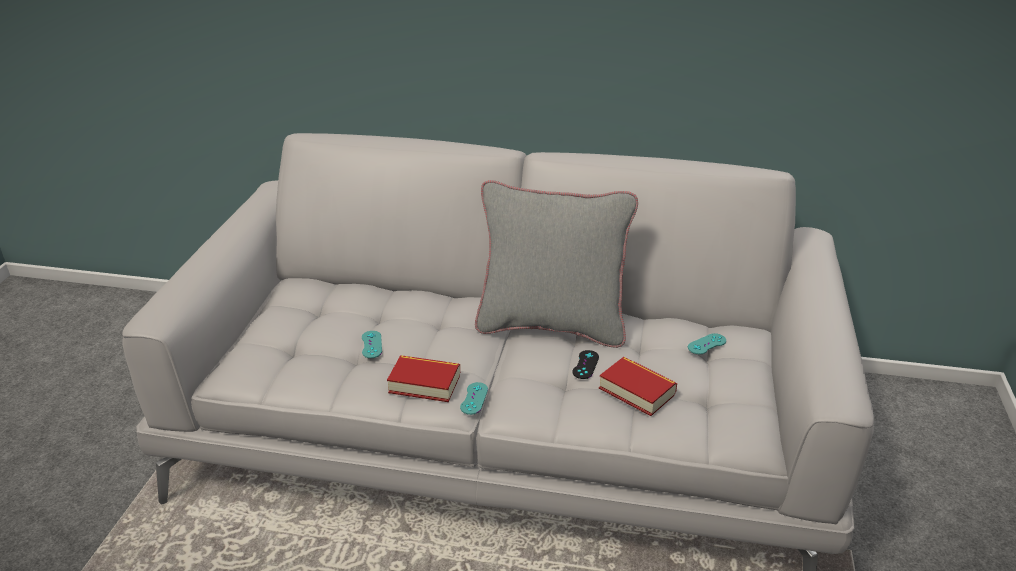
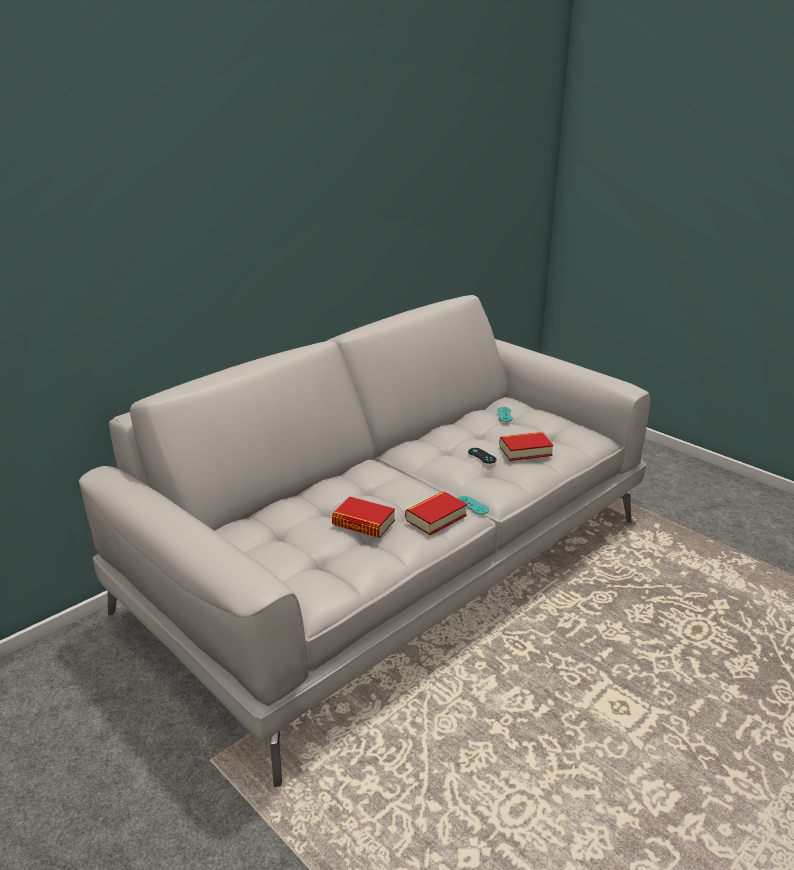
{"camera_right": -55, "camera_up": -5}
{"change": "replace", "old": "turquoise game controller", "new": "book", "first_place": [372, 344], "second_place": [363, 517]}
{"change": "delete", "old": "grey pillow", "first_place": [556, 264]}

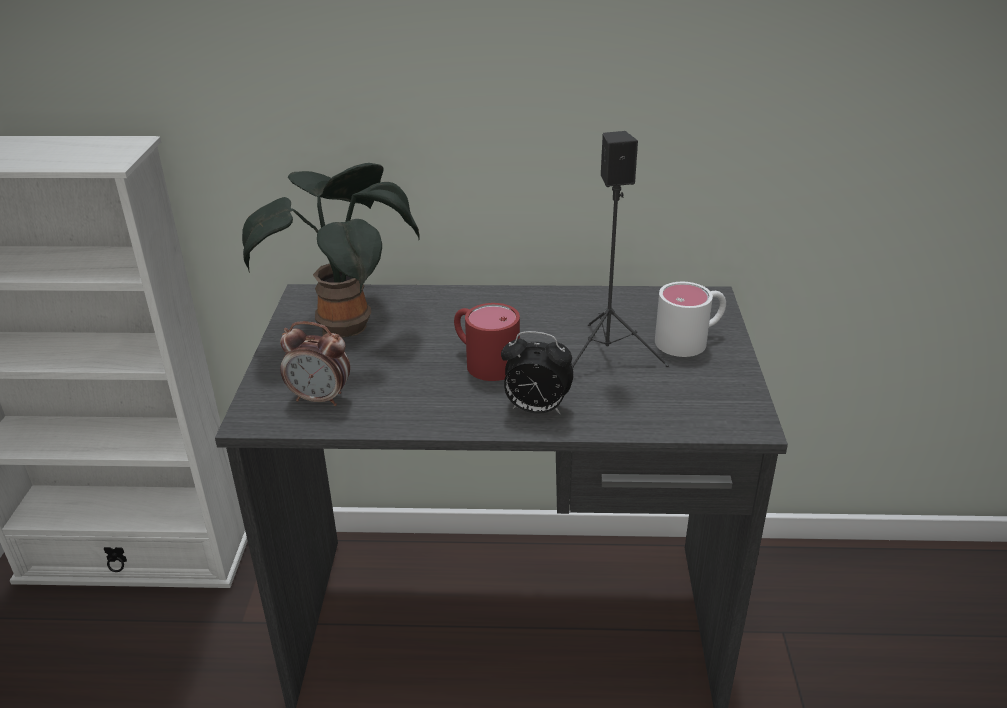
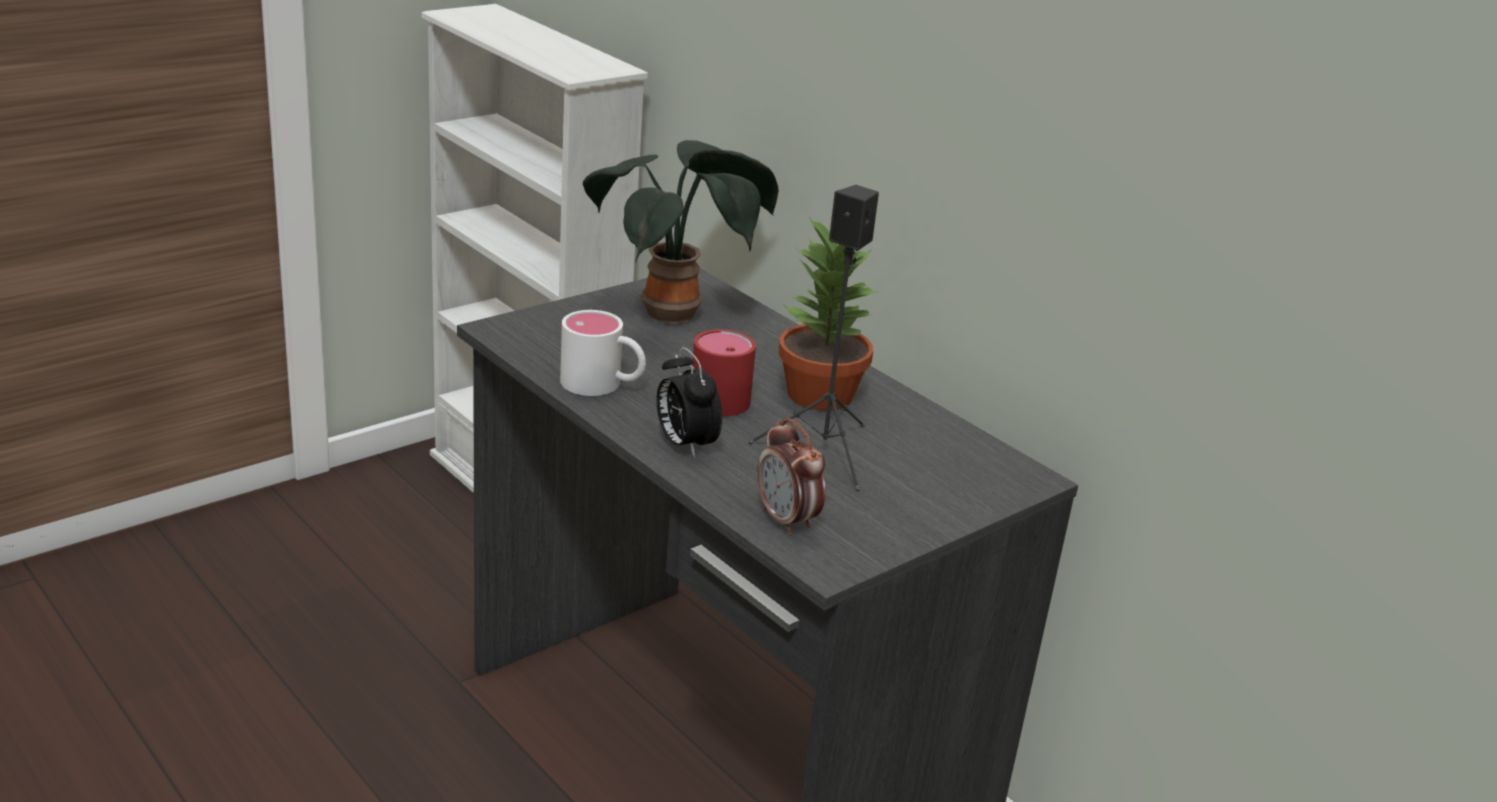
{"camera_right": 45, "camera_up": -5}
{"change": "move", "old": "alarm clock", "first_place": [315, 363], "second_place": [791, 476]}
{"change": "move", "old": "white mug", "first_place": [690, 319], "second_place": [603, 353]}
{"change": "insert", "new": "potted plant", "second_place": [828, 314]}

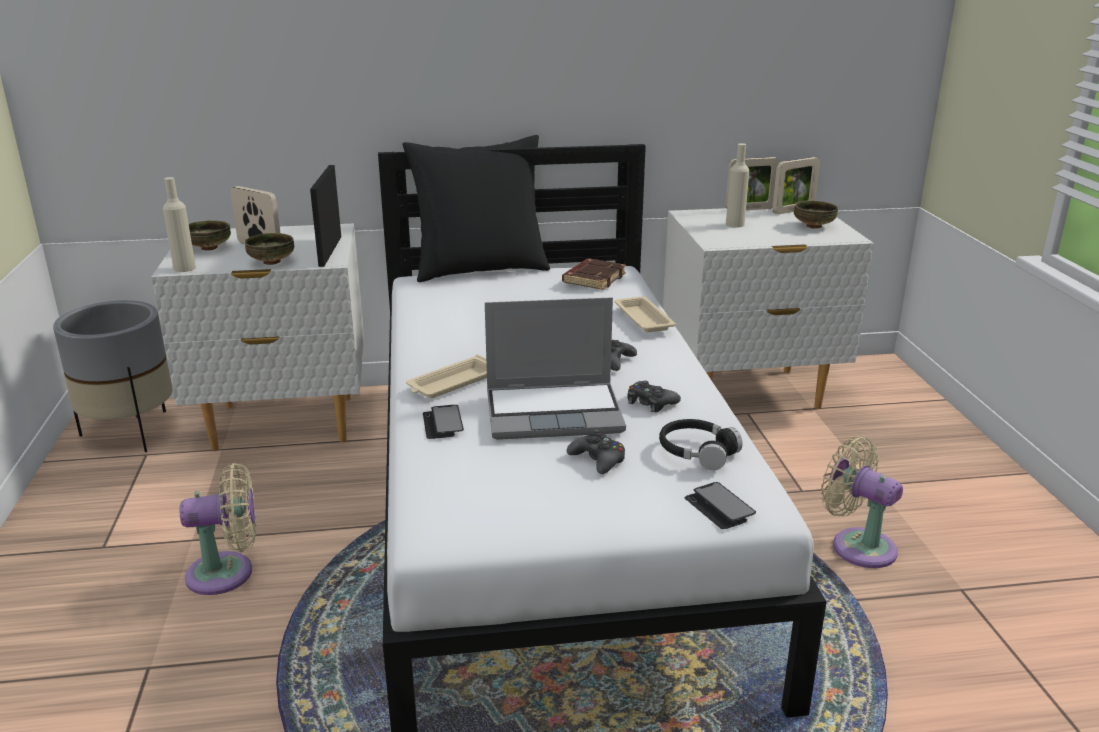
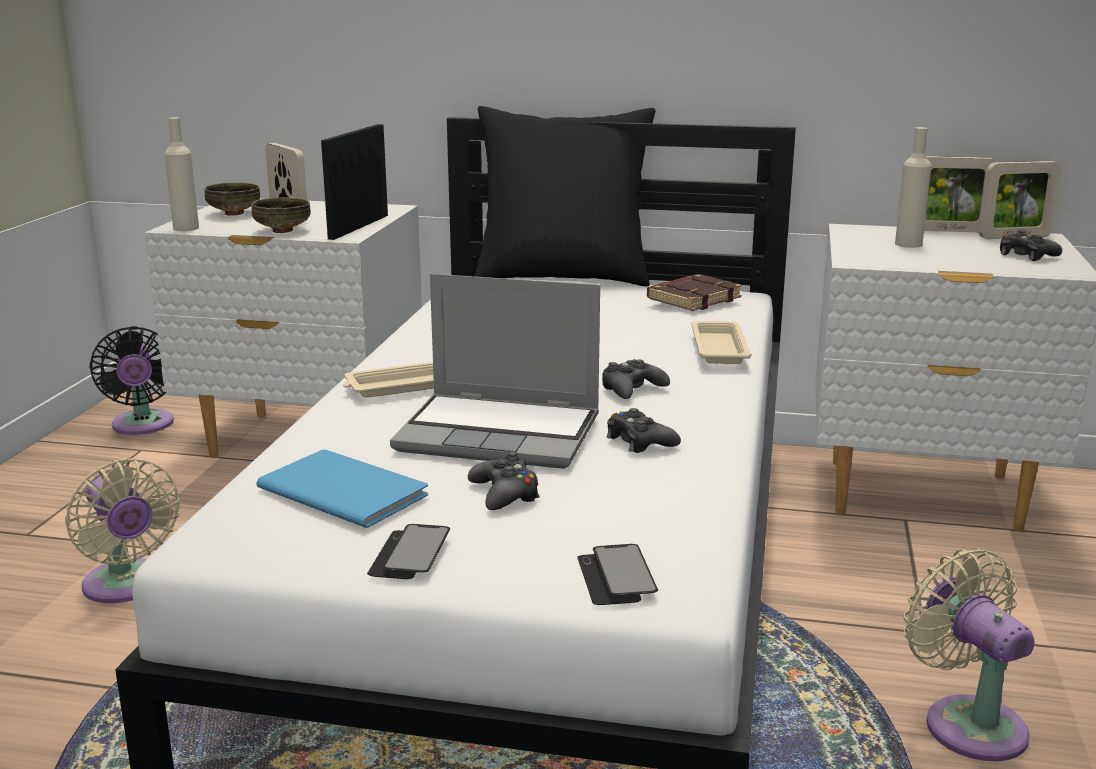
{"camera_right": 20, "camera_up": -5}
{"change": "replace", "old": "grey planter", "new": "black fan", "first_place": [113, 376], "second_place": [132, 380]}
{"change": "rotate", "old": "beige fan", "first_place": [218, 529], "second_place": [122, 530], "degrees": 45}
{"change": "move", "old": "phone", "first_place": [443, 422], "second_place": [408, 551]}
{"change": "delete", "old": "black headphones", "first_place": [701, 444]}
{"change": "replace", "old": "bowl", "new": "black game controller", "first_place": [816, 214], "second_place": [1031, 245]}
{"change": "insert", "new": "blue book", "second_place": [342, 488]}

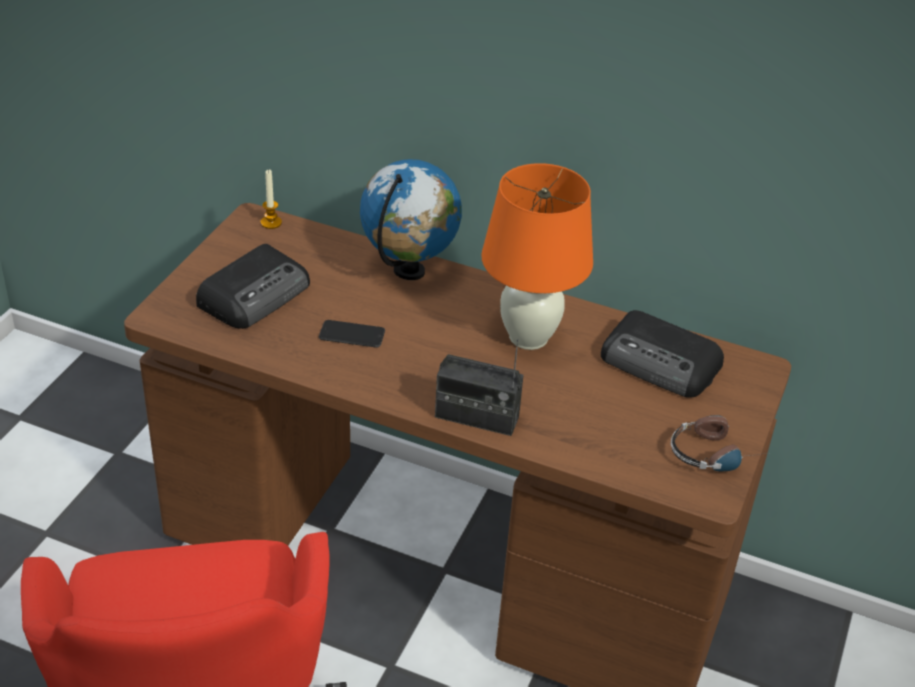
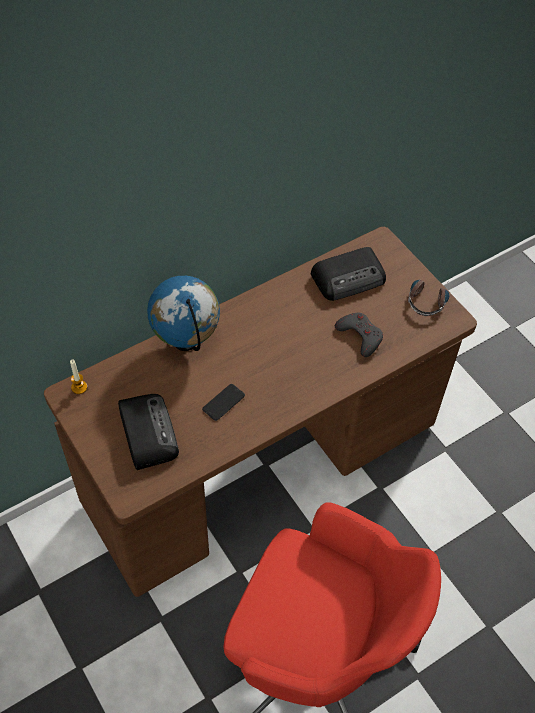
{"camera_right": -55, "camera_up": 15}
{"change": "delete", "old": "radio", "first_place": [479, 387]}
{"change": "delete", "old": "orange table lamp", "first_place": [537, 256]}
{"change": "insert", "new": "grey game controller", "second_place": [359, 334]}

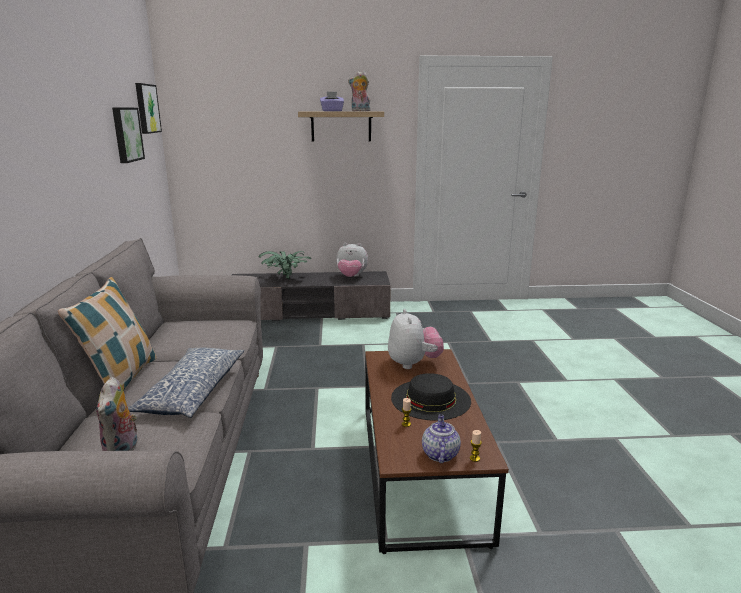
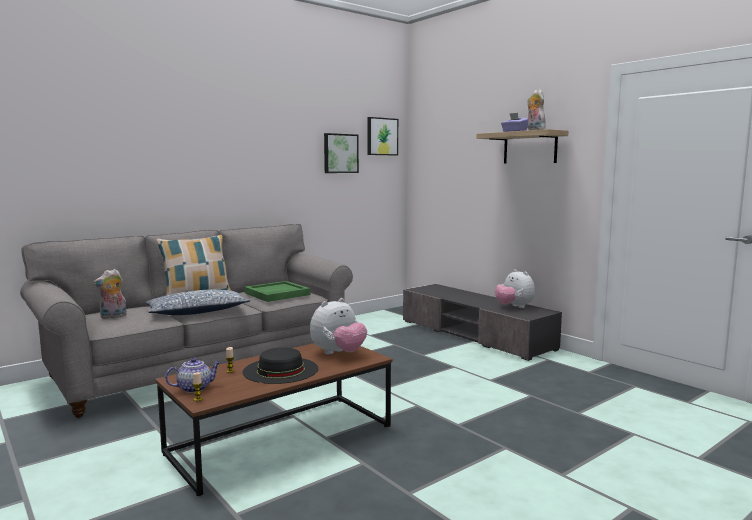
{"camera_right": 55, "camera_up": -10}
{"change": "delete", "old": "potted plant", "first_place": [284, 265]}
{"change": "insert", "new": "green tray", "second_place": [277, 291]}

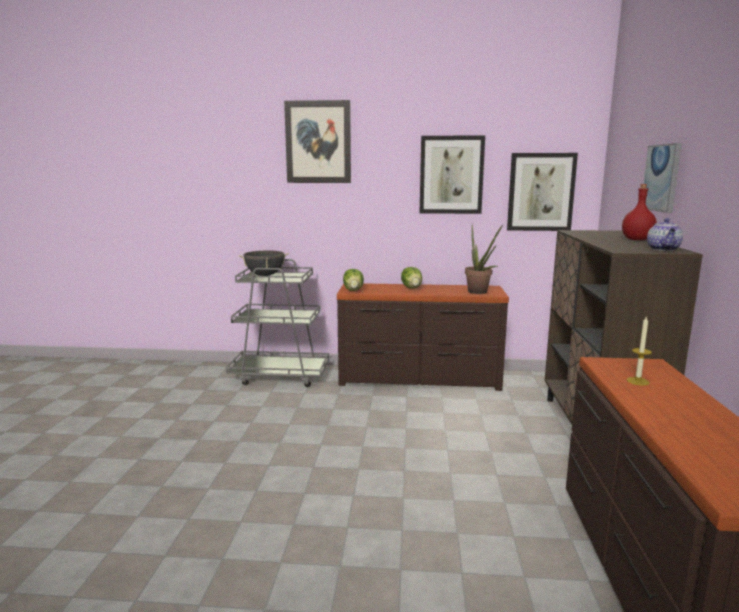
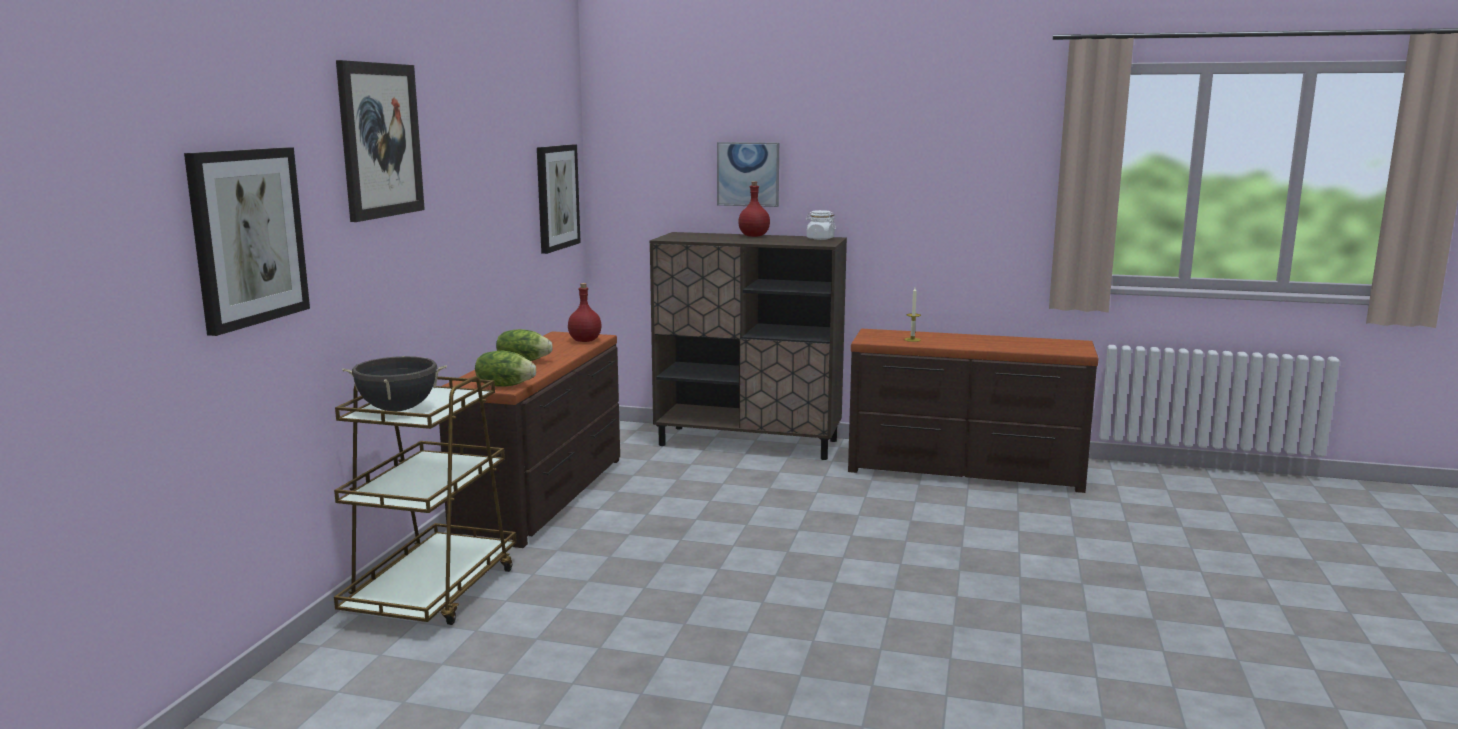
{"camera_right": -80, "camera_up": 0}
{"change": "recolor", "old": "grey cart", "new": "brown cart", "first_place": [277, 323], "second_place": [425, 500]}
{"change": "move", "old": "picture", "first_place": [452, 174], "second_place": [247, 241]}
{"change": "replace", "old": "potted plant", "new": "red bottle", "first_place": [484, 259], "second_place": [585, 312]}
{"change": "replace", "old": "teapot", "new": "white jar", "first_place": [665, 234], "second_place": [821, 225]}

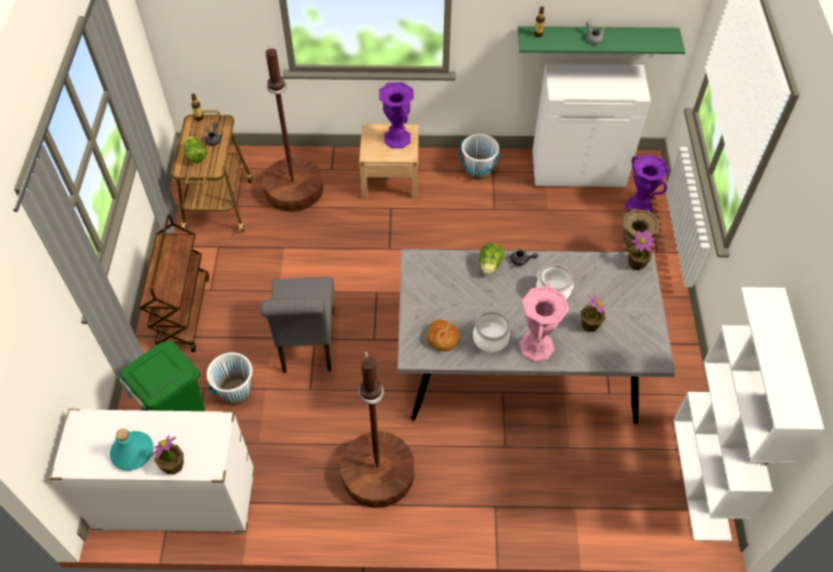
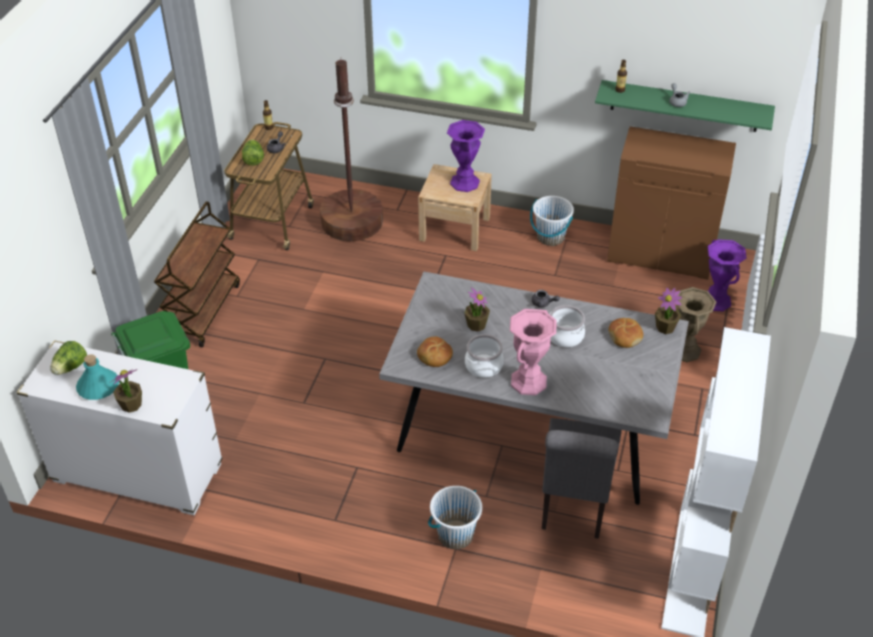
{"camera_right": 15, "camera_up": -10}
{"change": "move", "old": "white bucket", "first_place": [229, 378], "second_place": [455, 517]}
{"change": "move", "old": "grey chair", "first_place": [297, 325], "second_place": [582, 478]}
{"change": "delete", "old": "brown floor lamp", "first_place": [377, 429]}
{"change": "move", "old": "lettuce", "first_place": [492, 259], "second_place": [68, 358]}
{"change": "recolor", "old": "white cabinet", "new": "brown cabinet", "first_place": [591, 125], "second_place": [671, 203]}
{"change": "move", "old": "potted plant", "first_place": [593, 313], "second_place": [477, 309]}
{"change": "insert", "new": "bread", "second_place": [626, 333]}

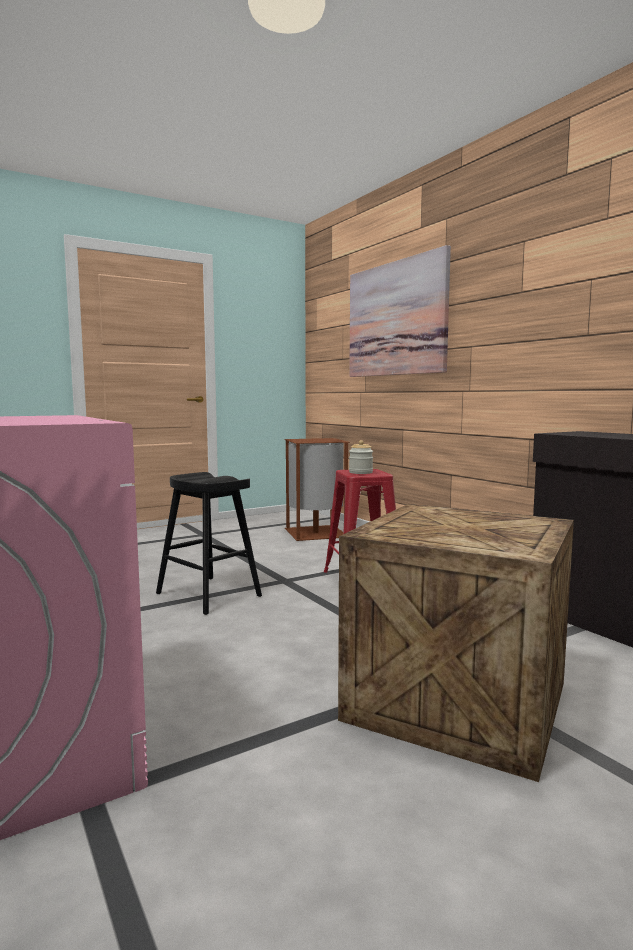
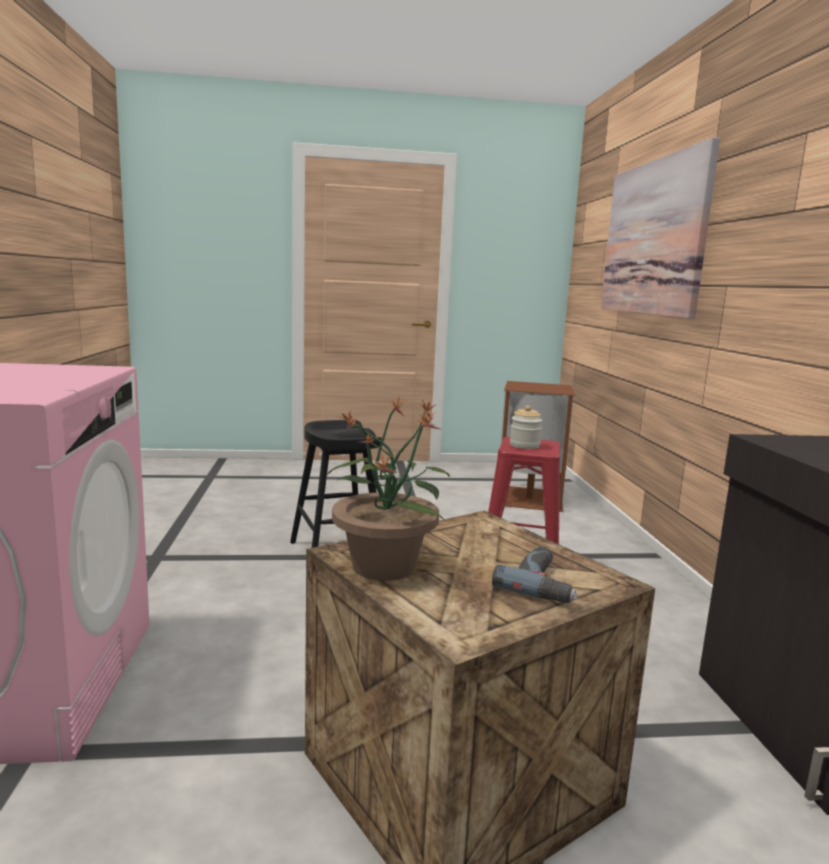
{"camera_right": 25, "camera_up": 5}
{"change": "insert", "new": "potted plant", "second_place": [388, 489]}
{"change": "insert", "new": "power drill", "second_place": [535, 574]}

